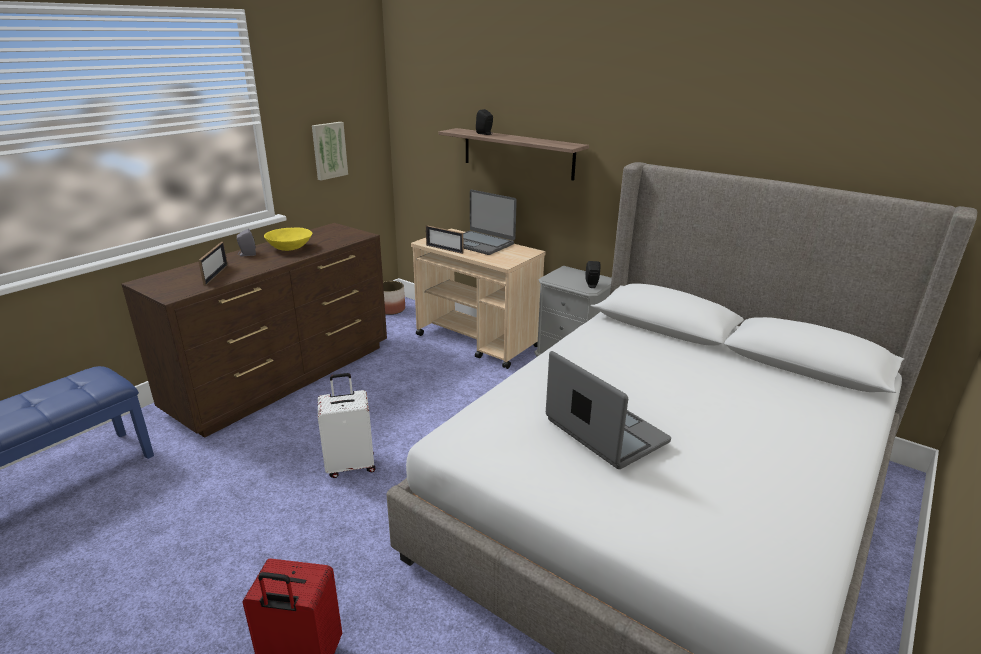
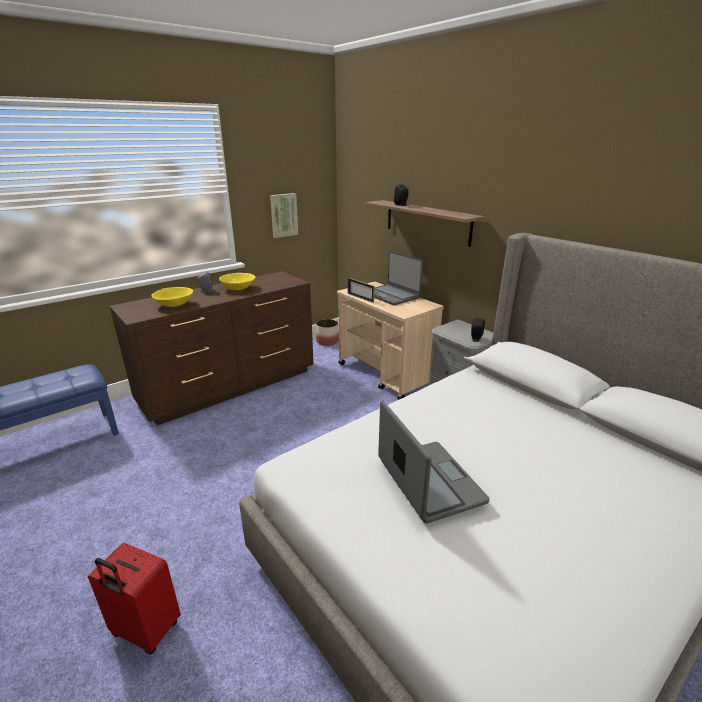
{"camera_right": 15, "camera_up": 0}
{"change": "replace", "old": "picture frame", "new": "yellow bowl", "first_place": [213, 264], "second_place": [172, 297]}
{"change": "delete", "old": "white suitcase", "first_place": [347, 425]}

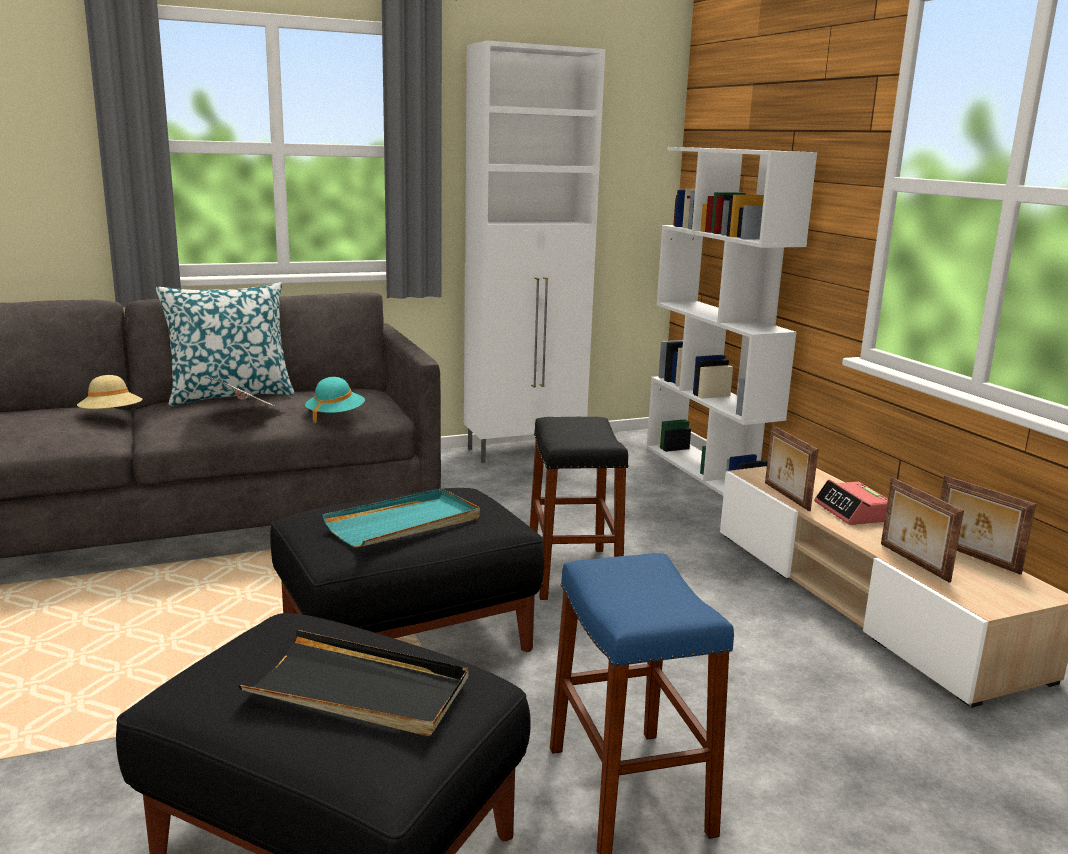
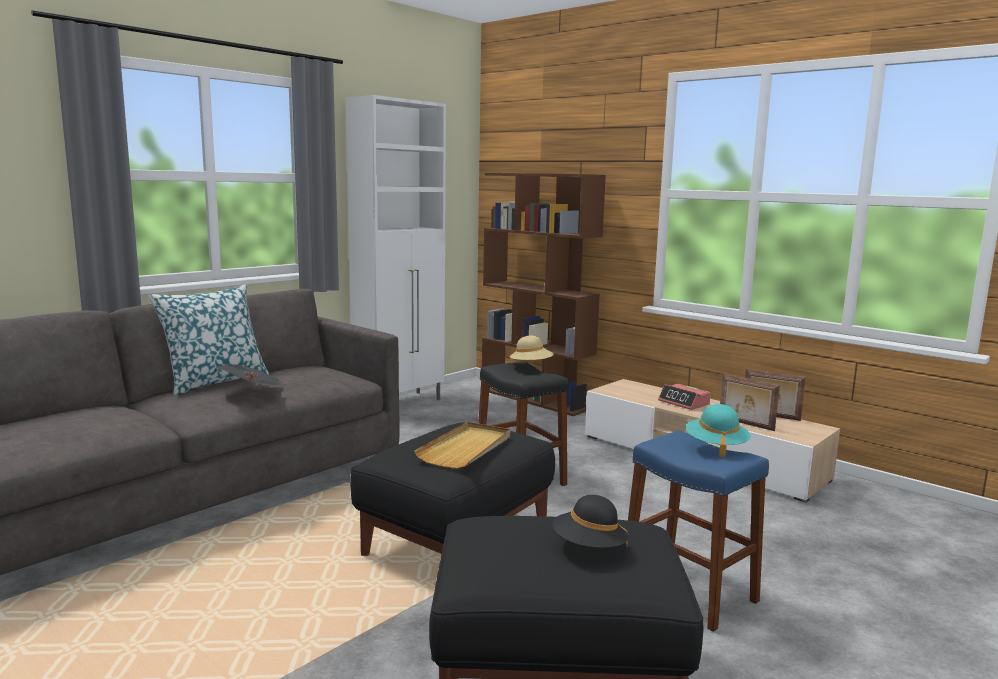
{"camera_right": -25, "camera_up": -5}
{"change": "move", "old": "beige hat", "first_place": [110, 392], "second_place": [532, 349]}
{"change": "replace", "old": "black tray", "new": "black hat", "first_place": [353, 683], "second_place": [590, 521]}
{"change": "move", "old": "turquoise hat", "first_place": [335, 400], "second_place": [718, 431]}
{"change": "recolor", "old": "turquoise tray", "new": "beige tray", "first_place": [401, 517], "second_place": [462, 445]}
{"change": "recolor", "old": "white bookcase", "new": "brown bookcase", "first_place": [732, 321], "second_place": [544, 294]}
{"change": "delete", "old": "picture frame", "first_place": [792, 468]}

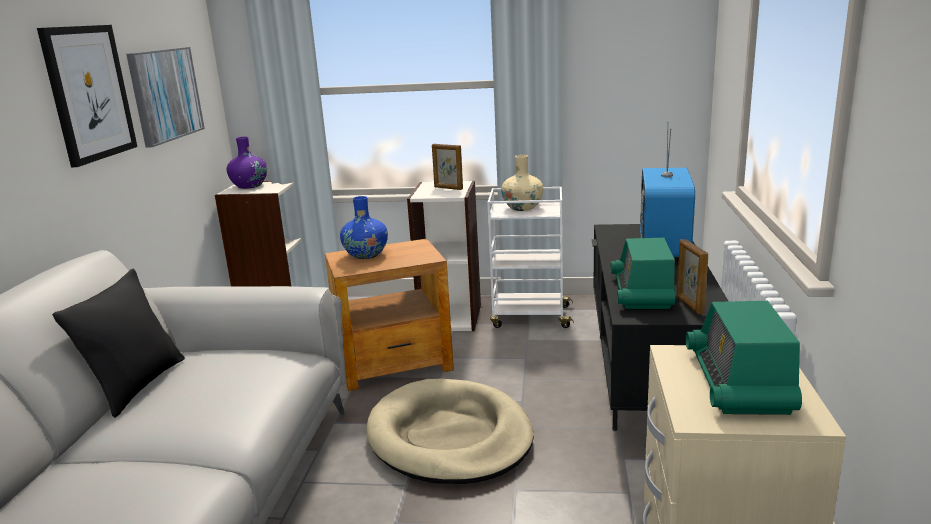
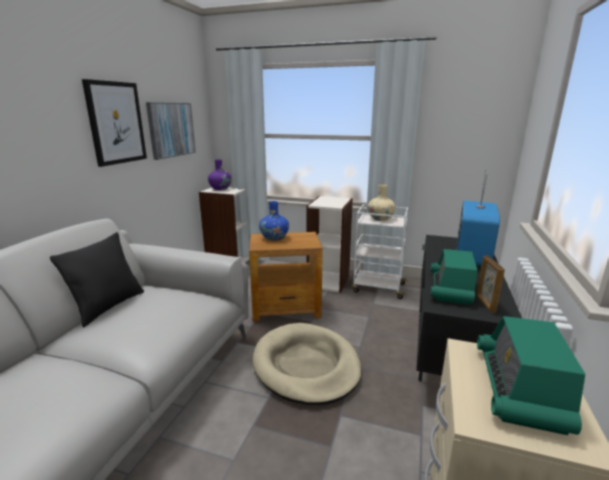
{"camera_right": 10, "camera_up": 0}
{"change": "delete", "old": "picture frame", "first_place": [447, 167]}

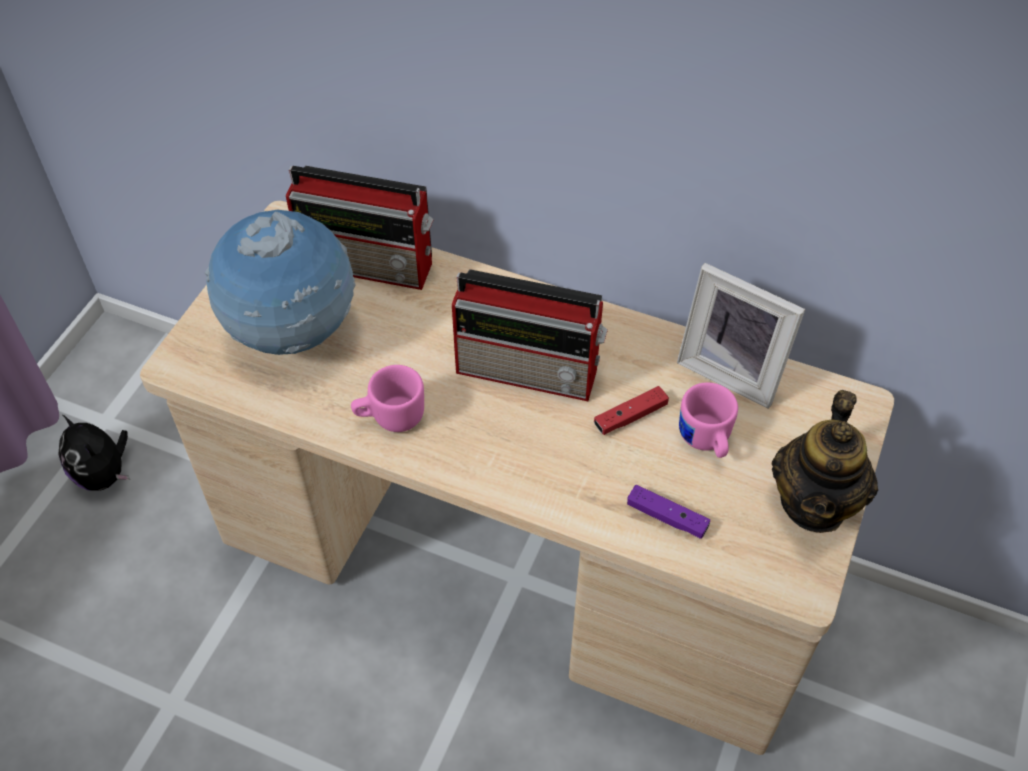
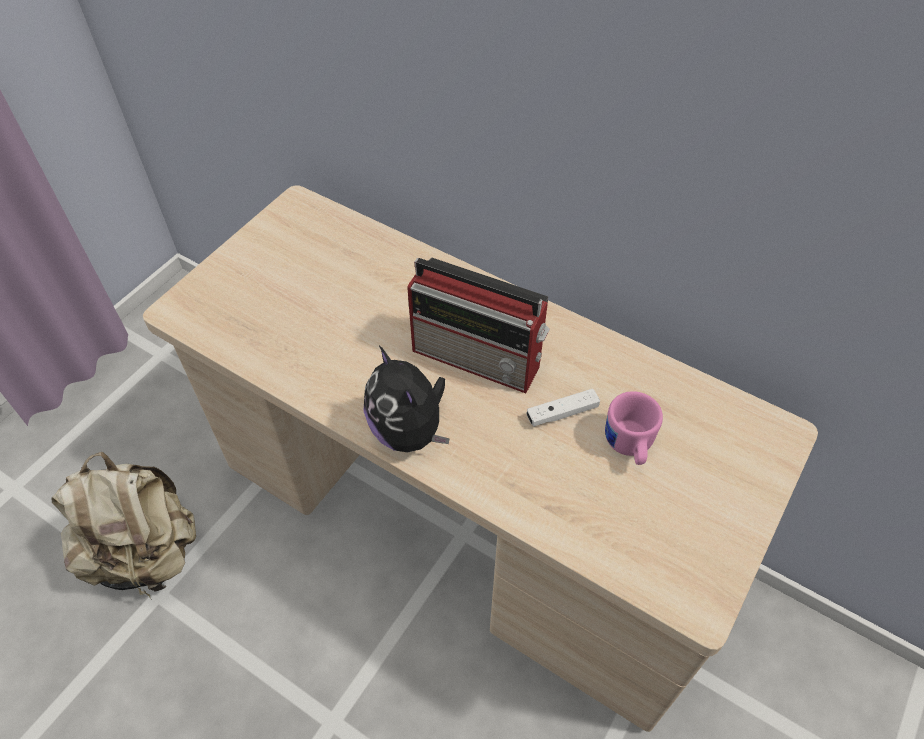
{"camera_right": 10, "camera_up": 0}
{"change": "move", "old": "plush toy", "first_place": [94, 453], "second_place": [406, 399]}
{"change": "delete", "old": "globe", "first_place": [280, 282]}
{"change": "delete", "old": "radio", "first_place": [359, 228]}
{"change": "delete", "old": "pink mug", "first_place": [387, 398]}
{"change": "recolor", "old": "red game controller", "new": "white game controller", "first_place": [631, 410], "second_place": [563, 408]}
{"change": "delete", "old": "purple game controller", "first_place": [668, 512]}
{"change": "delete", "old": "picture frame", "first_place": [741, 336]}
{"change": "delete", "old": "teapot", "first_place": [825, 461]}
{"change": "insert", "new": "beige backpack", "second_place": [123, 525]}

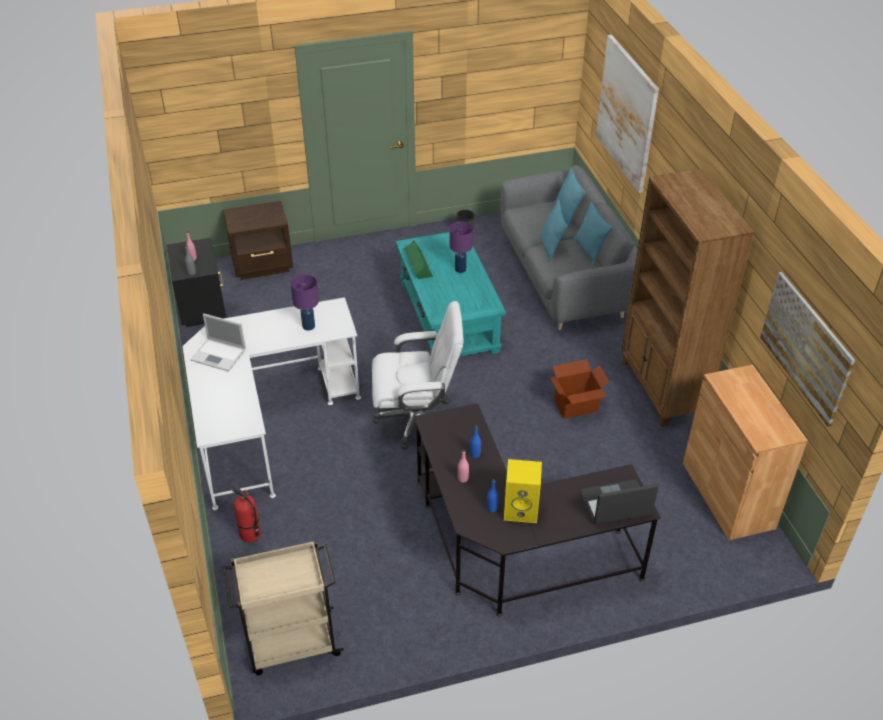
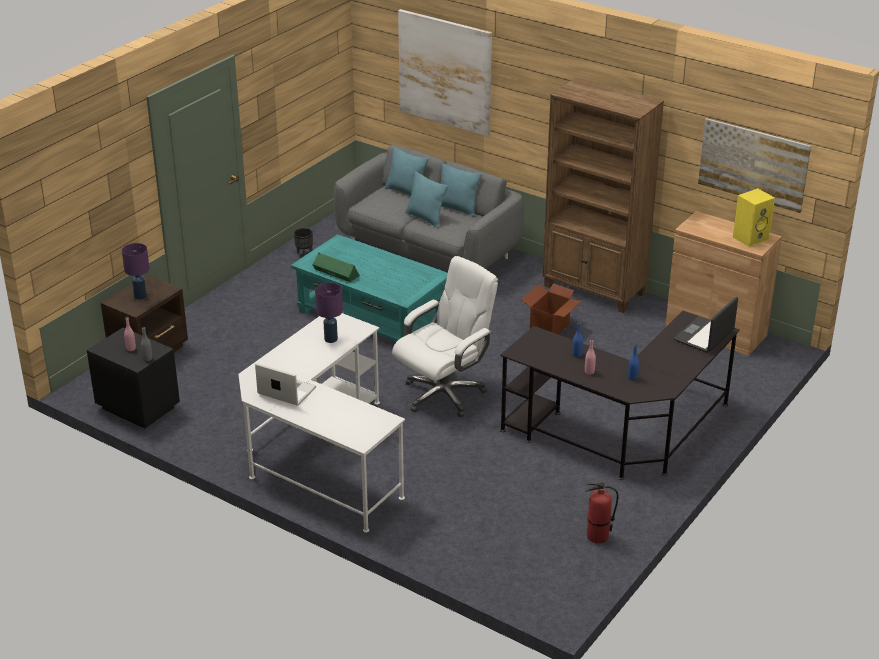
{"camera_right": -40, "camera_up": -10}
{"change": "rotate", "old": "laptop", "first_place": [218, 342], "second_place": [285, 384], "degrees": -135}
{"change": "delete", "old": "beige cart", "first_place": [283, 608]}
{"change": "move", "old": "fire extinguisher", "first_place": [246, 513], "second_place": [601, 512]}
{"change": "move", "old": "purple table lamp", "first_place": [461, 247], "second_place": [136, 271]}
{"change": "move", "old": "yellow speaker", "first_place": [523, 491], "second_place": [754, 217]}

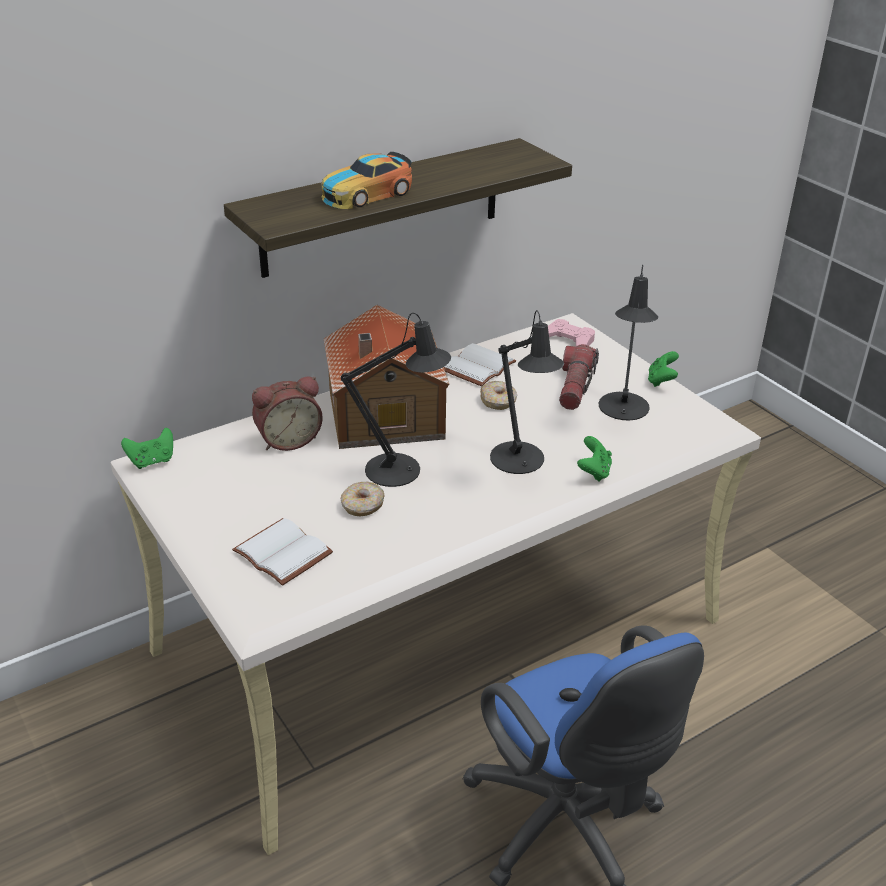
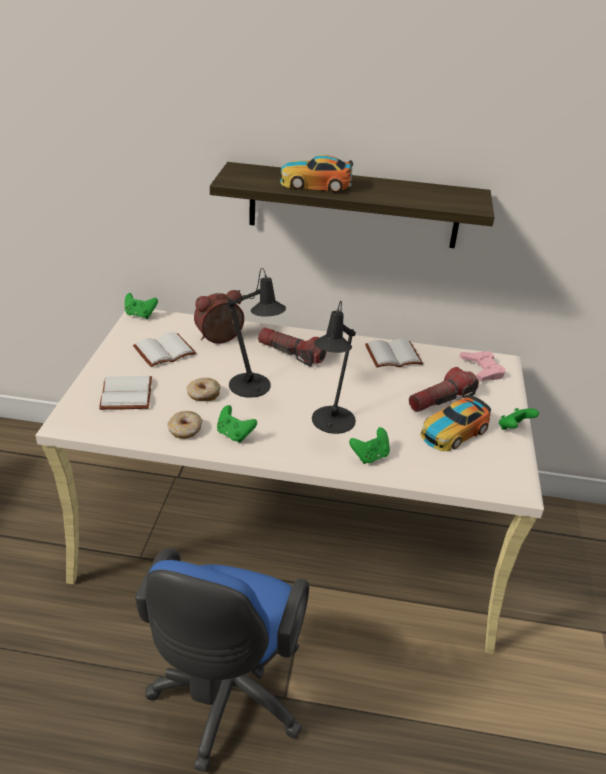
{"camera_right": 40, "camera_up": 0}
{"change": "rotate", "old": "alarm clock", "first_place": [287, 413], "second_place": [219, 317], "degrees": 135}
{"change": "replace", "old": "toy house", "new": "flashlight", "first_place": [386, 377], "second_place": [292, 347]}
{"change": "move", "old": "donut", "first_place": [498, 395], "second_place": [184, 425]}
{"change": "replace", "old": "black table lamp", "new": "toy car", "first_place": [628, 342], "second_place": [455, 423]}
{"change": "insert", "new": "white book", "second_place": [164, 349]}
{"change": "insert", "new": "green game controller", "second_place": [237, 424]}

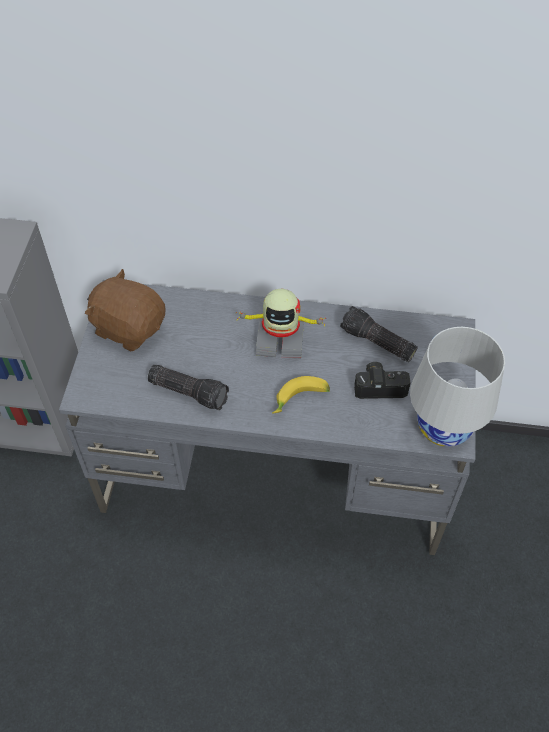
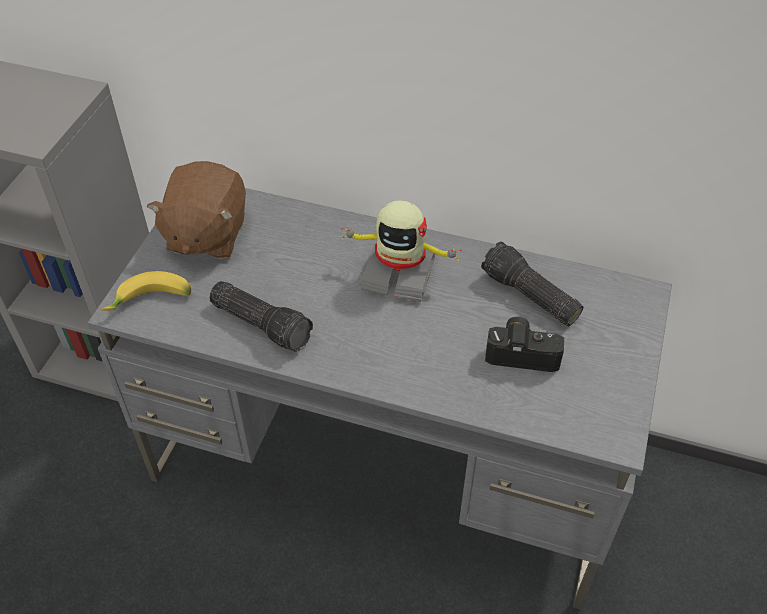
{"camera_right": 10, "camera_up": -5}
{"change": "rotate", "old": "brown plush toy", "first_place": [125, 310], "second_place": [196, 210], "degrees": -120}
{"change": "move", "old": "banana", "first_place": [301, 395], "second_place": [146, 291]}
{"change": "delete", "old": "white table lamp", "first_place": [457, 387]}

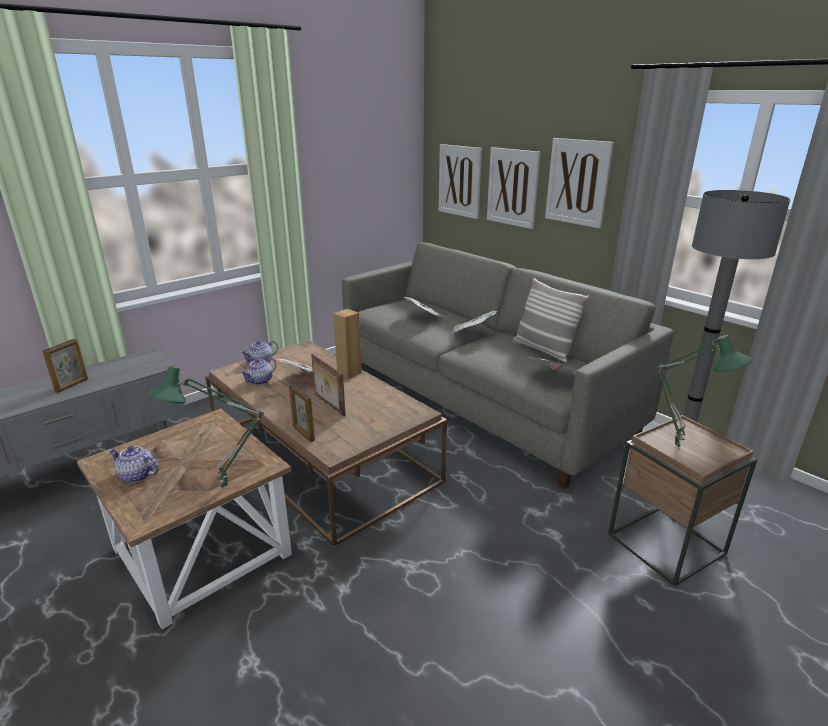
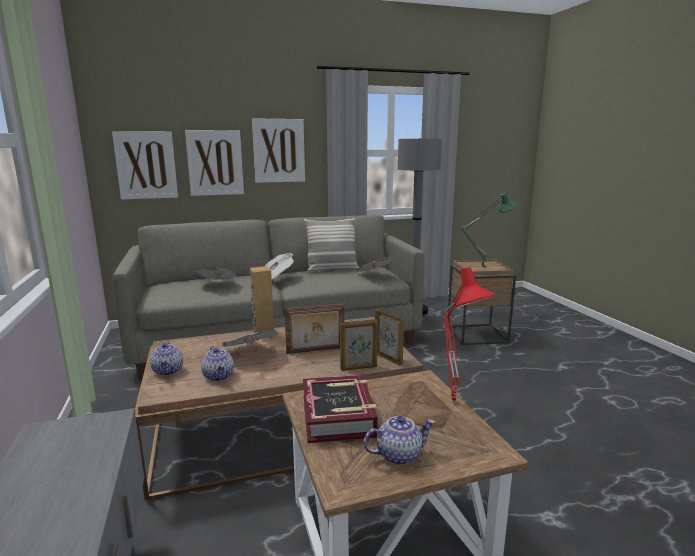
{"camera_right": -65, "camera_up": -10}
{"change": "move", "old": "picture frame", "first_place": [65, 365], "second_place": [389, 337]}
{"change": "rotate", "old": "teapot", "first_place": [133, 464], "second_place": [399, 440], "degrees": -150}
{"change": "recolor", "old": "green table lamp", "new": "red table lamp", "first_place": [205, 428], "second_place": [469, 335]}
{"change": "insert", "new": "book", "second_place": [340, 409]}

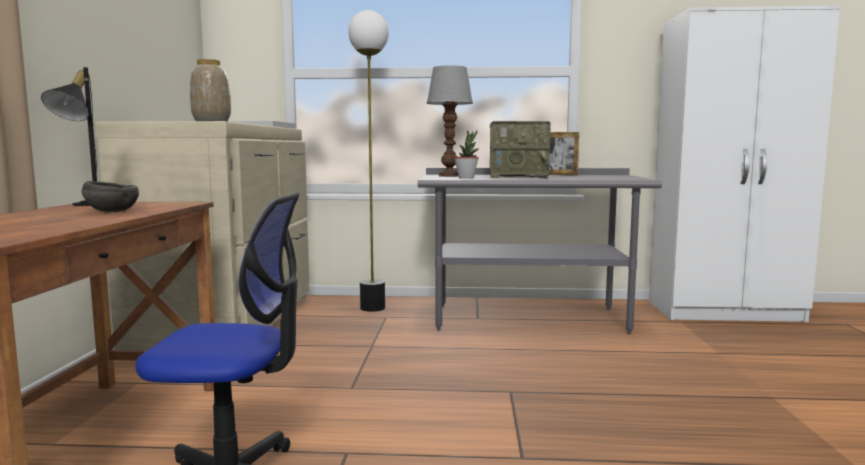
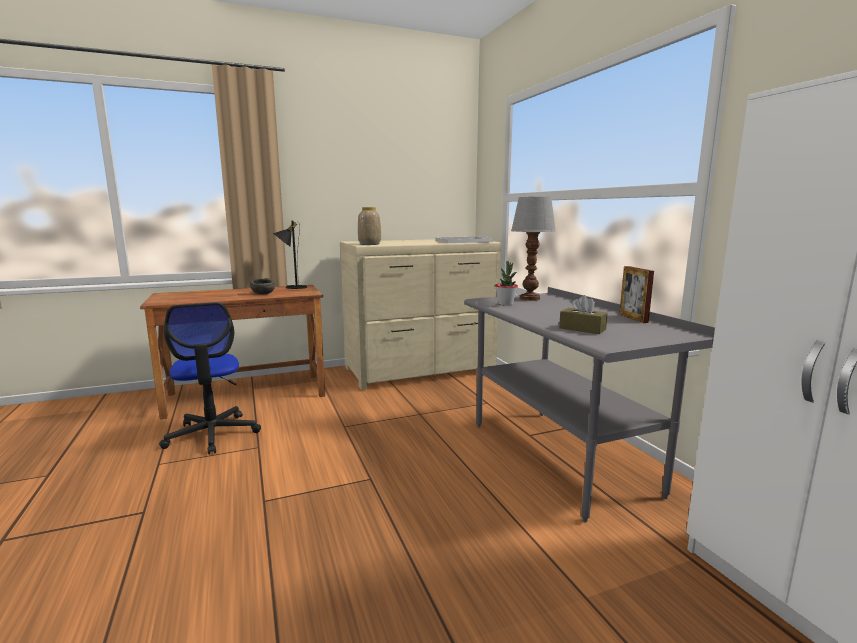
{"camera_right": 65, "camera_up": 5}
{"change": "delete", "old": "floor lamp", "first_place": [368, 161]}
{"change": "delete", "old": "radio", "first_place": [521, 149]}
{"change": "insert", "new": "brown tissue box", "second_place": [583, 314]}

